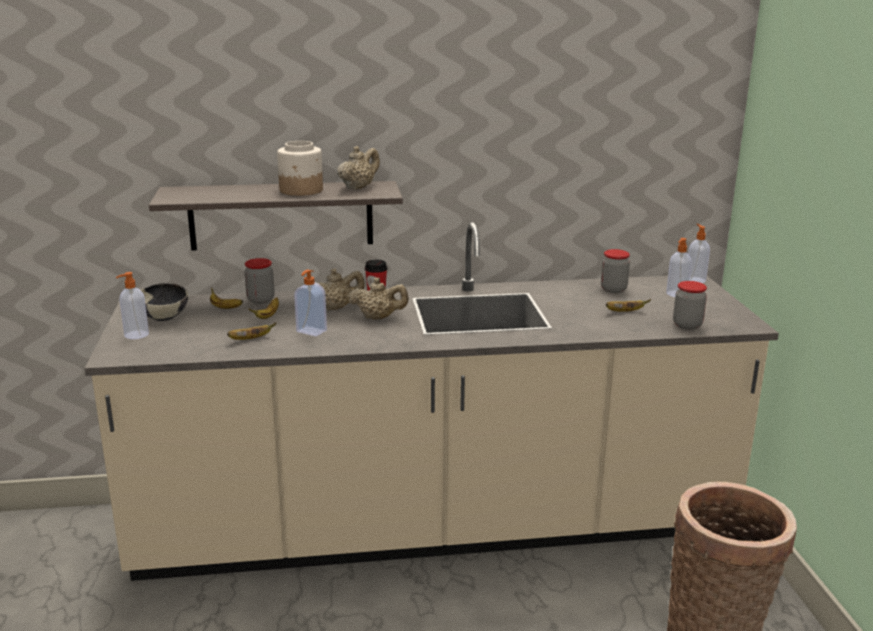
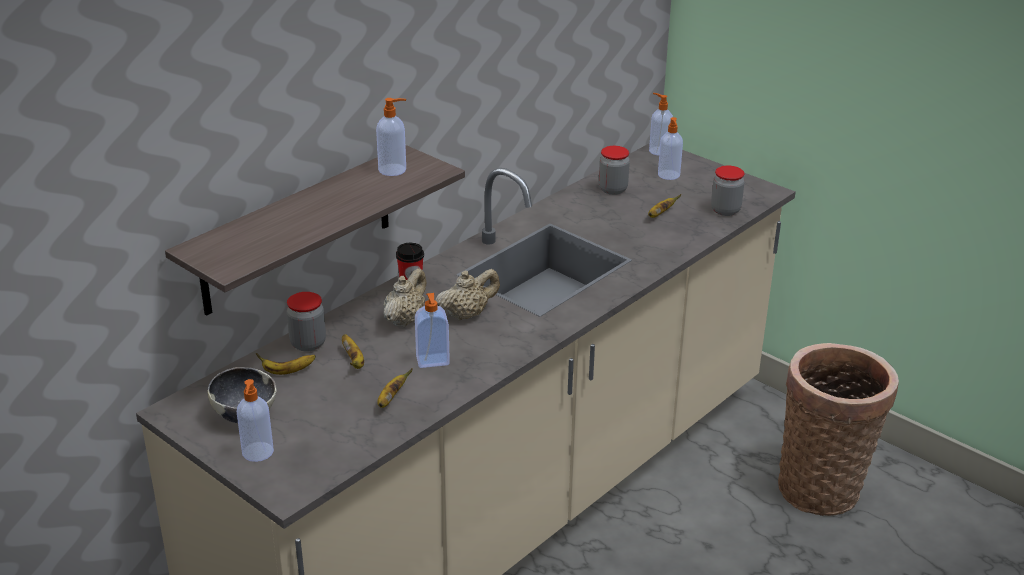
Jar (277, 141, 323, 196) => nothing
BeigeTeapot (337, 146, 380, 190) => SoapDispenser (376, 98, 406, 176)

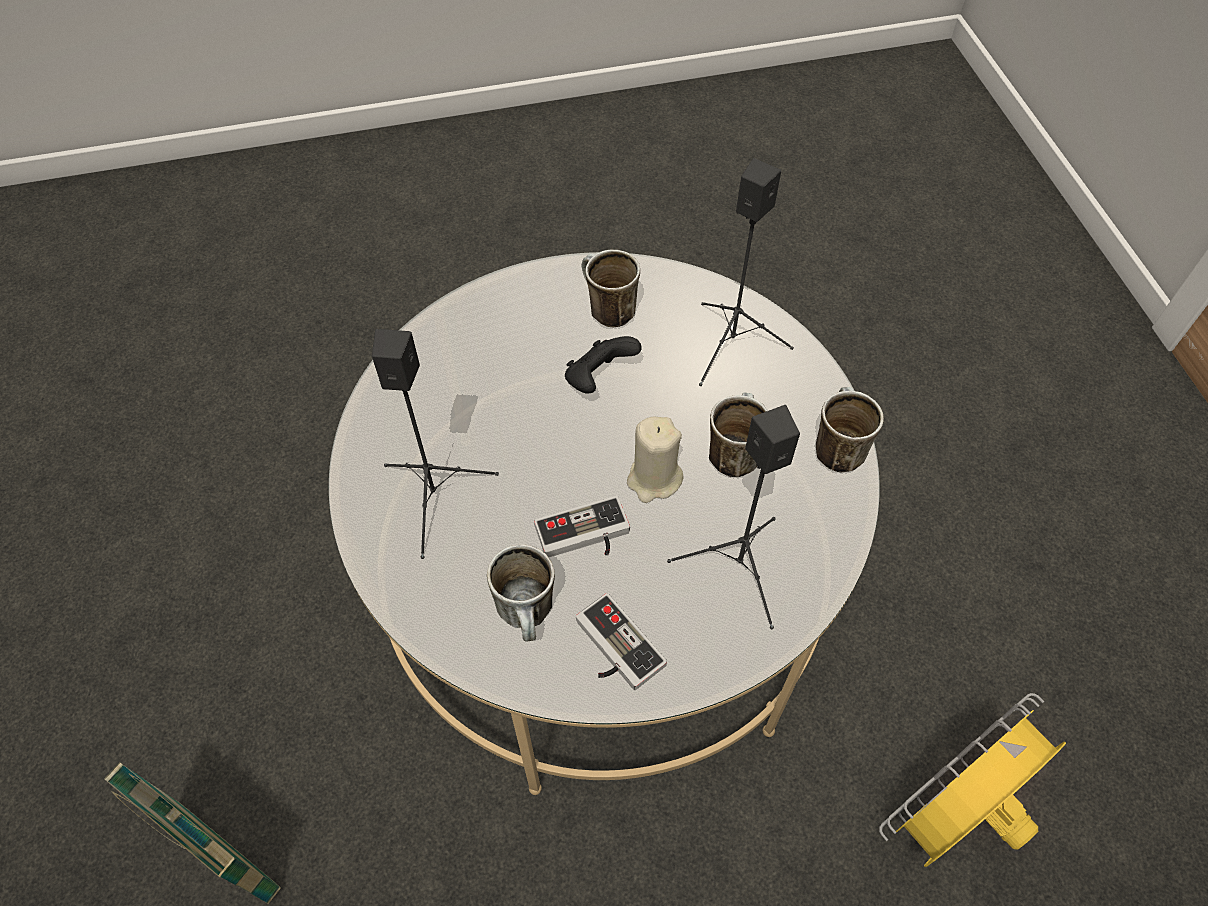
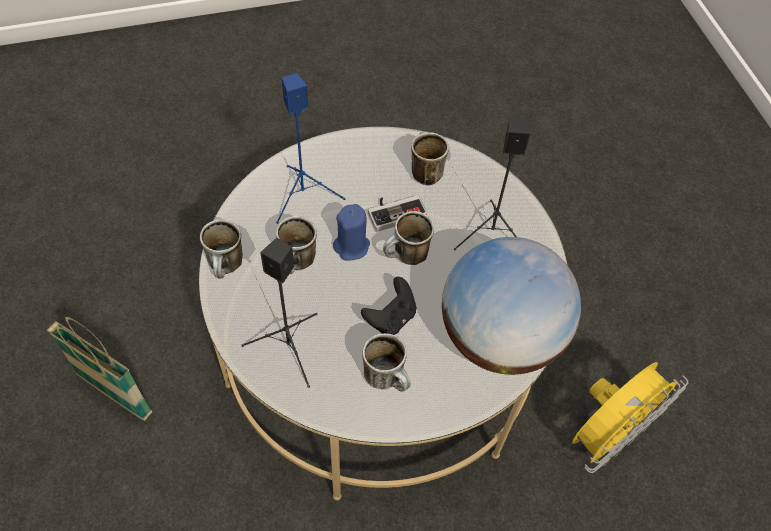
Basket (104, 762, 281, 904) => Basket (47, 317, 152, 421), shifted
GameController (576, 593, 667, 690) => nothing
BeigeCandle (627, 416, 684, 503) => BlueCandle (333, 204, 370, 261)
BlackSpeaker (667, 405, 800, 629) => BlueSpeaker (276, 73, 345, 224)
YellowFan (879, 693, 1066, 867) => YellowFan (572, 362, 688, 473), shifted
nothing => Mug (383, 211, 434, 265)
nothing => Globe (442, 237, 581, 375)

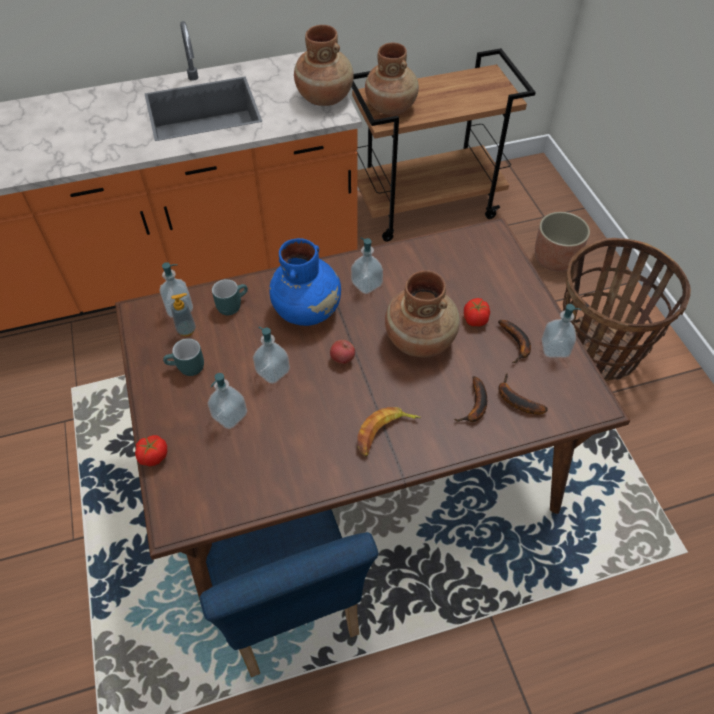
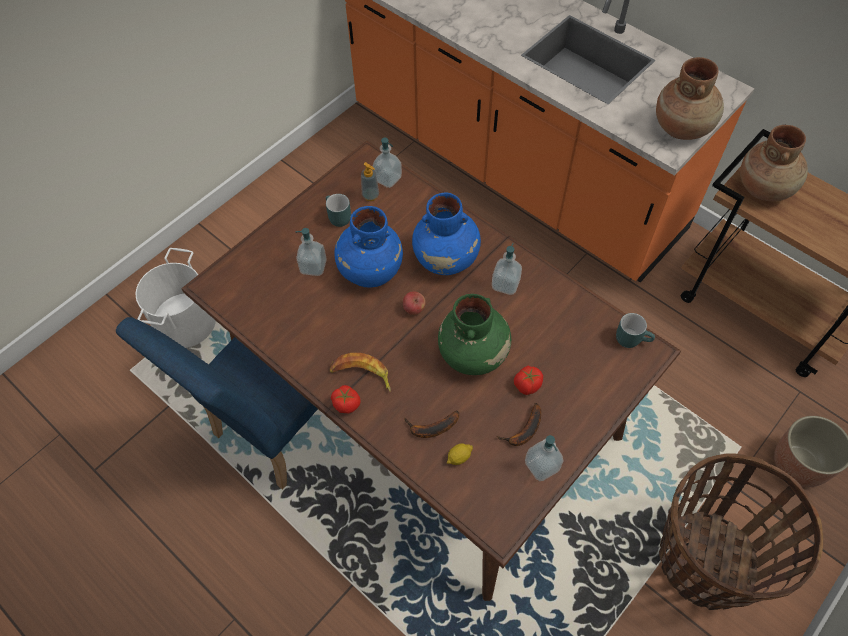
Tomato (135, 435, 167, 466) => Tomato (331, 385, 361, 413), shifted
TurquoiseMug (212, 279, 248, 315) => TurquoiseMug (616, 313, 655, 348), shifted
SoapDispenser (253, 327, 290, 384) => BlueVase (334, 206, 403, 287)
BrownVase (385, 271, 460, 358) => GreenVase (438, 294, 511, 375)
Banana (498, 374, 548, 415) => Lemon (447, 443, 473, 465)
nothing => WhiteBucket (136, 248, 216, 348)

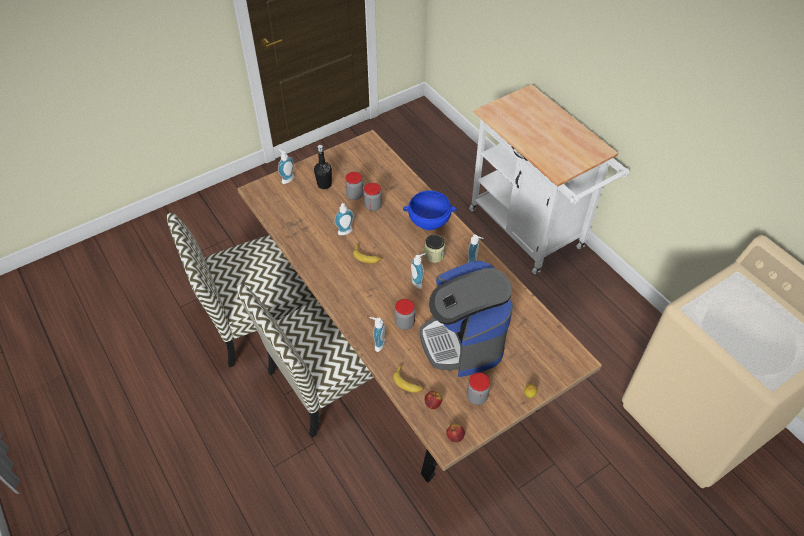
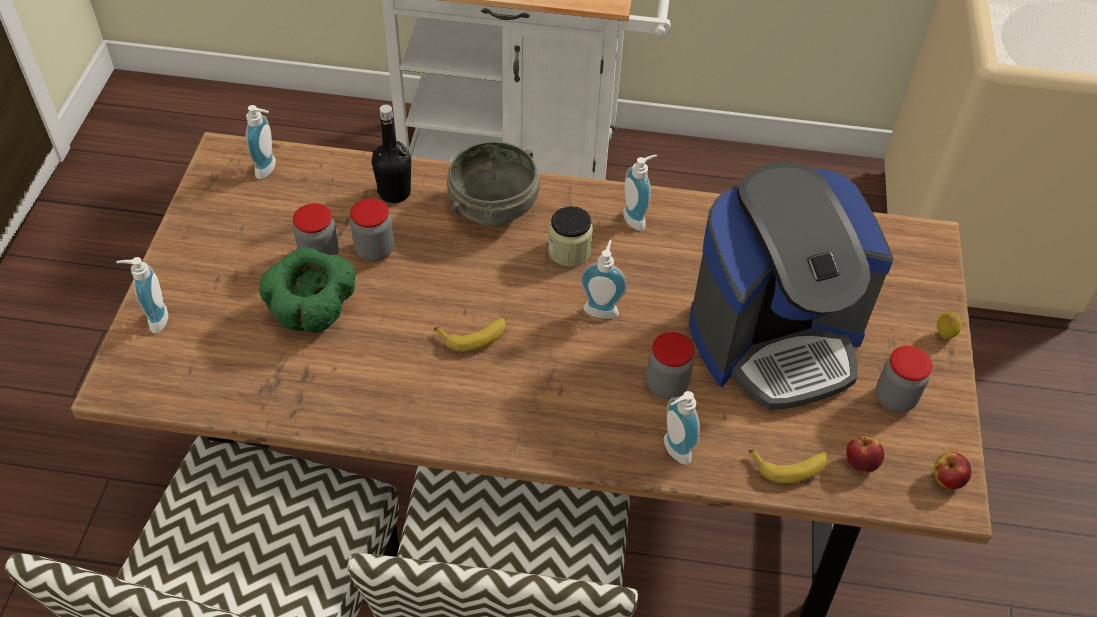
BlackBottle (314, 145, 332, 189) => BlackBottle (372, 104, 411, 203), shifted
SoapDispenser (334, 203, 354, 235) => SoapDispenser (246, 105, 276, 179), shifted
BlueBowl (403, 191, 457, 230) => GreyBowl (447, 141, 540, 226)
CoffeeMachine (420, 261, 513, 377) => CoffeeMachine (689, 162, 894, 410), 45 degrees counterclockwise
nothing => GreenBowl (259, 247, 356, 333)

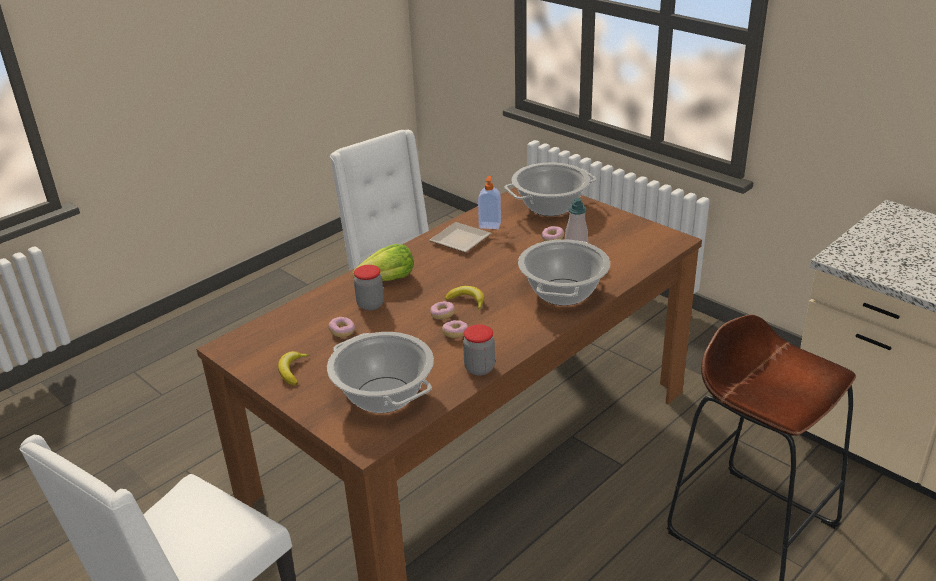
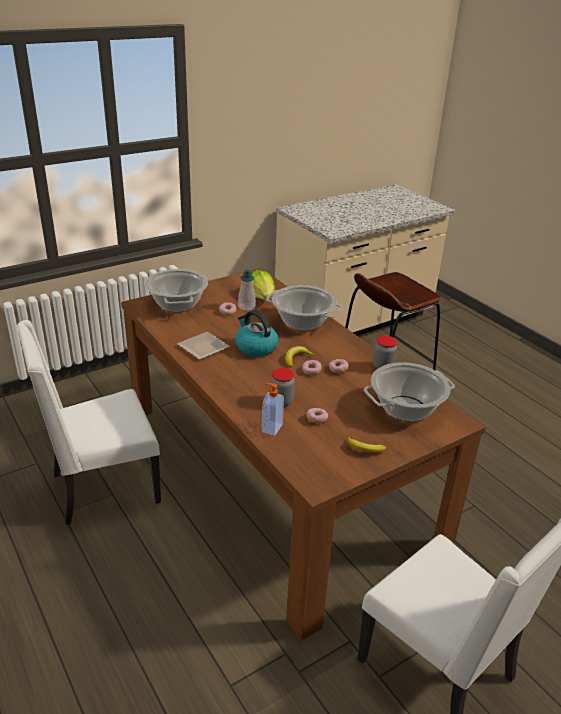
Lettuce (352, 244, 414, 281) => Lettuce (251, 270, 275, 300), shifted
SoapDispenser (478, 176, 501, 229) => SoapDispenser (262, 383, 284, 436), shifted
nothing => Kettle (235, 310, 278, 357)

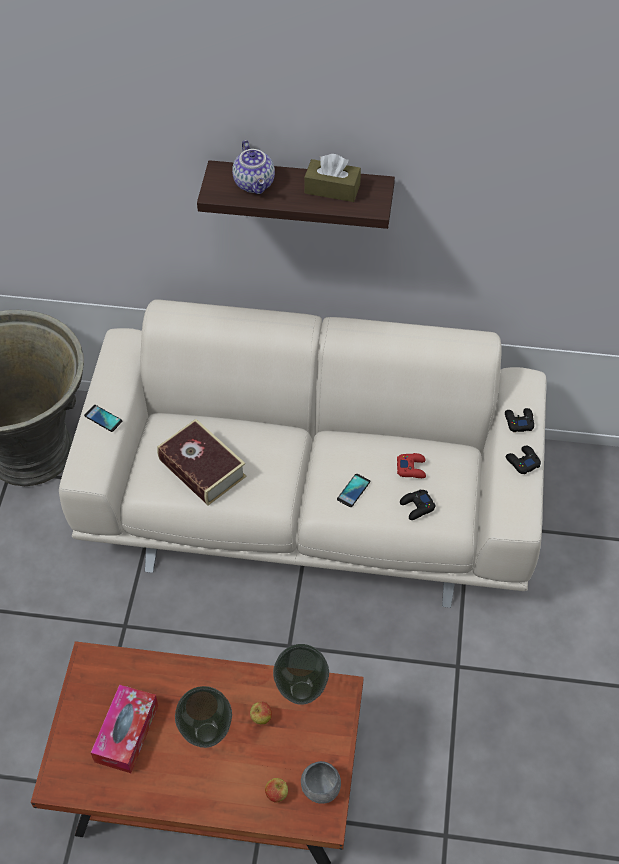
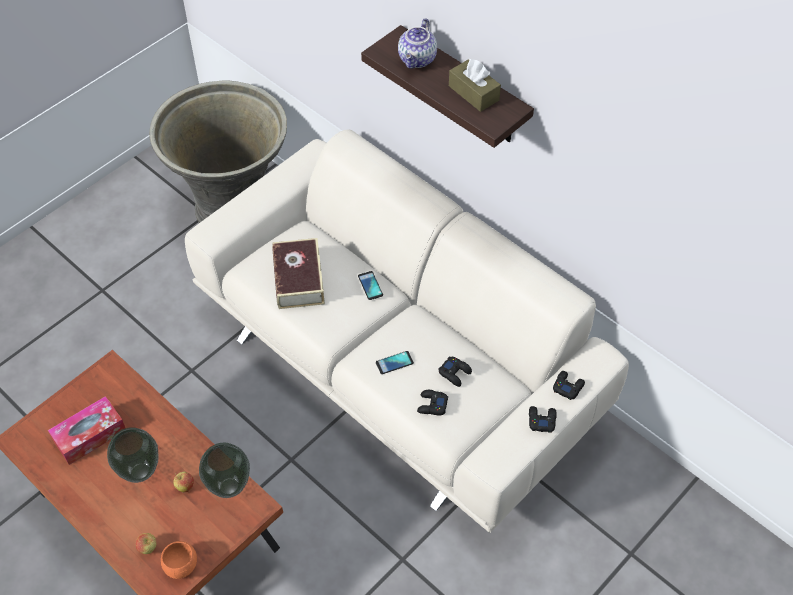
Phone (84, 405, 122, 432) => Phone (358, 271, 383, 300), shifted
GreyBowl (301, 761, 341, 804) => OrangeBowl (161, 541, 197, 579)
RedGameController (397, 453, 426, 478) => BlackGameController (439, 357, 472, 387)

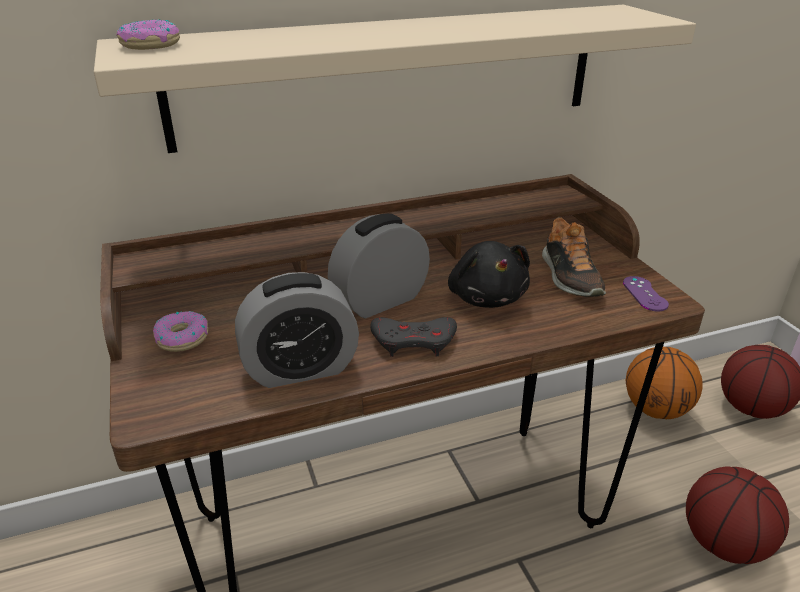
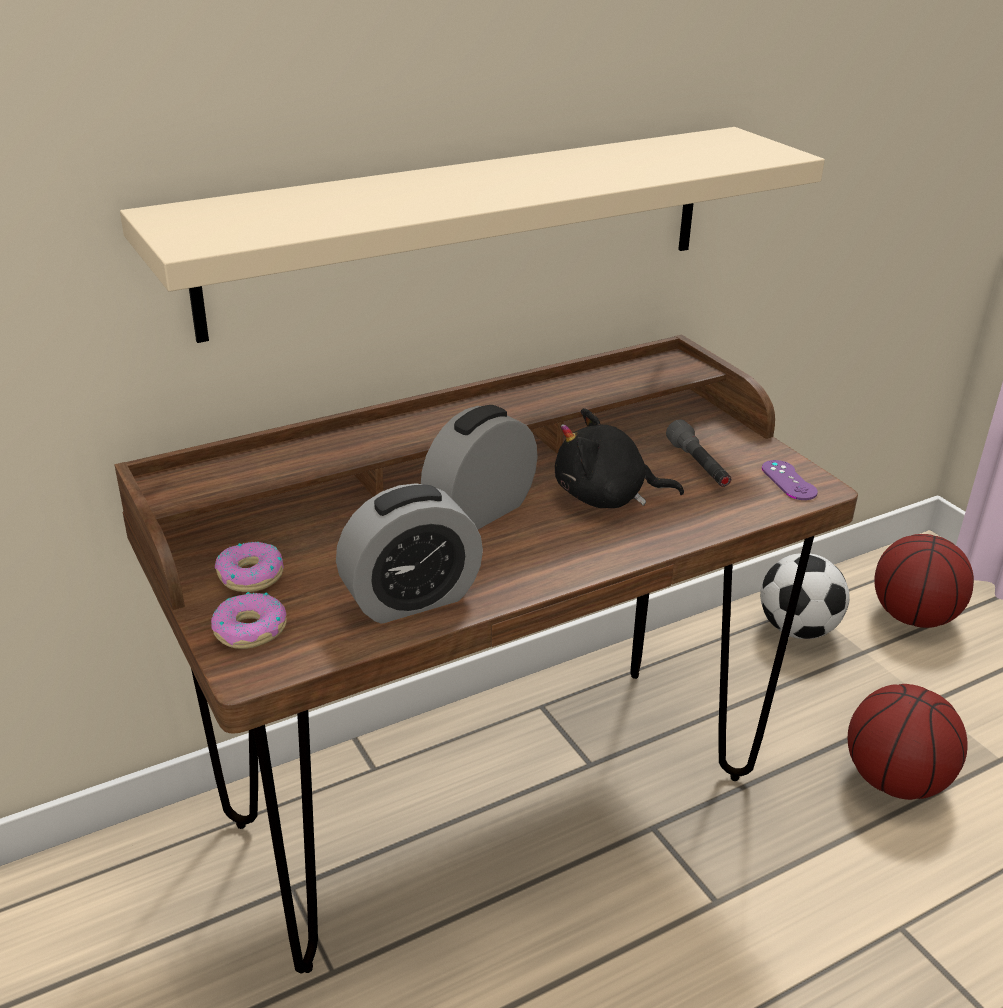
Donut (116, 19, 180, 50) => Donut (211, 592, 287, 649), shifted
GreyGameController (370, 317, 457, 357) => nothing
BlackPlushToy (448, 241, 530, 308) => BlackPlushToy (555, 408, 684, 508), 120 degrees clockwise
Shoe (542, 216, 606, 297) => GreyFlashlight (666, 420, 731, 487)
Basketball (626, 347, 702, 419) => Football (760, 553, 850, 639)

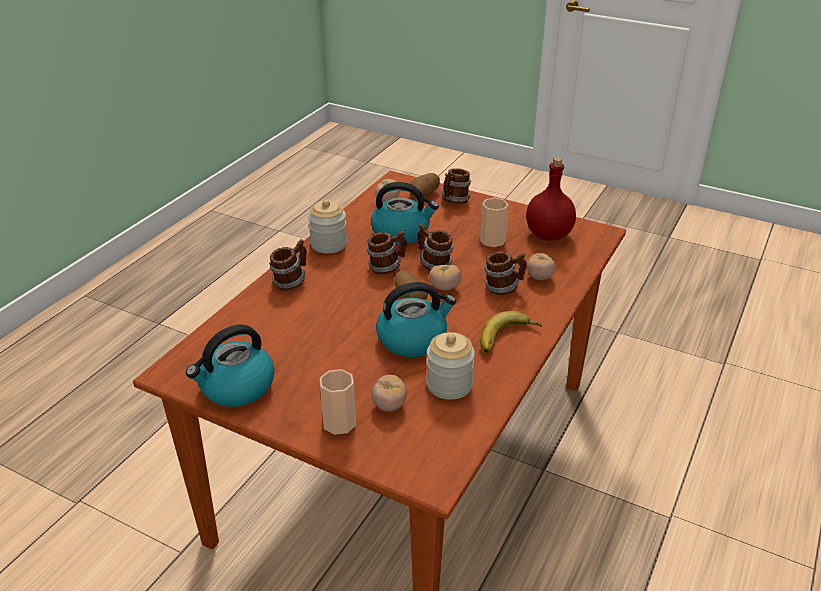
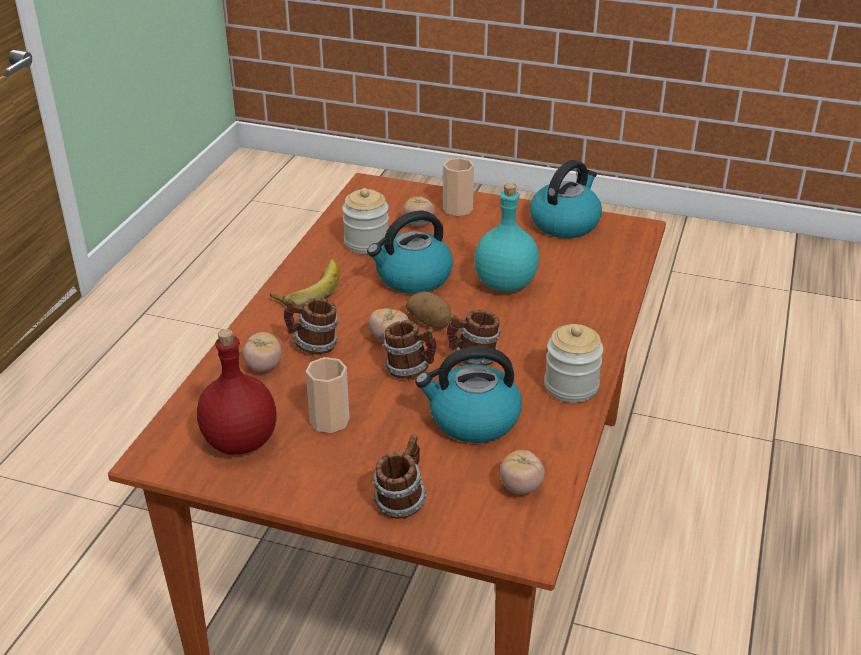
Mug (269, 239, 307, 290) => nothing
Potato (409, 173, 440, 197) => nothing
nothing => TurquoiseBottle (474, 183, 539, 292)

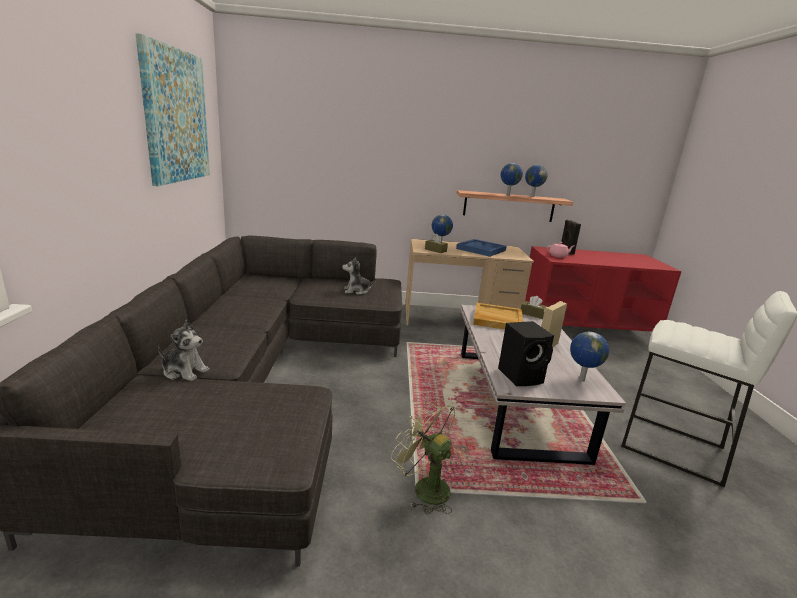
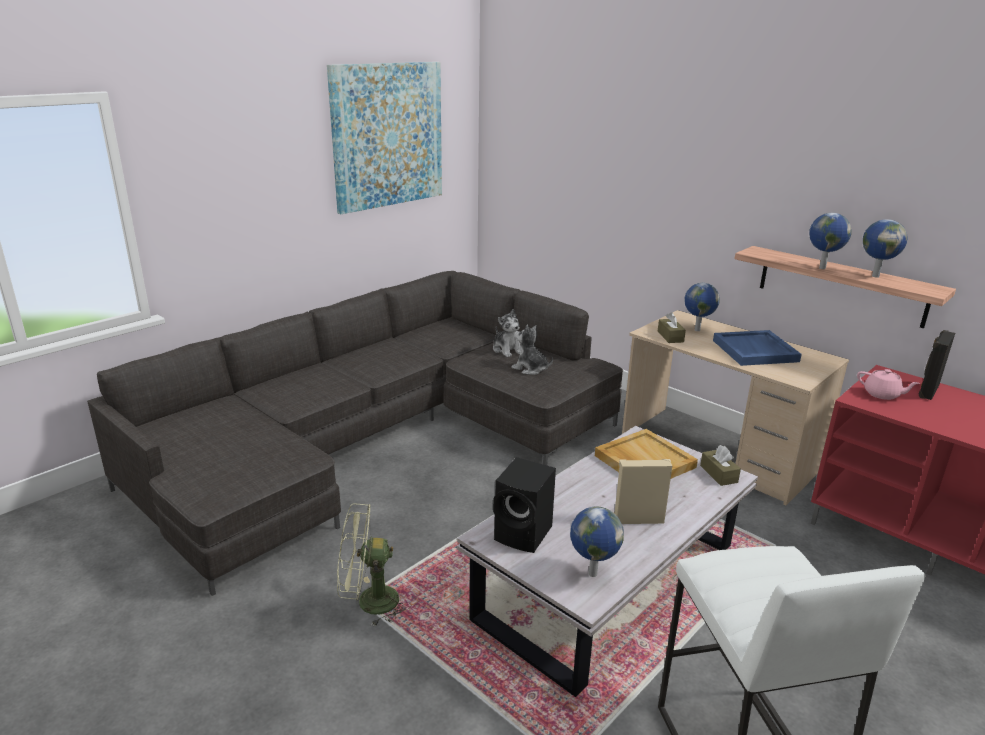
PlushToy (158, 320, 209, 381) => PlushToy (493, 309, 521, 357), shifted
GreenFan (391, 398, 455, 514) => GreenFan (337, 504, 411, 627), 90 degrees counterclockwise

